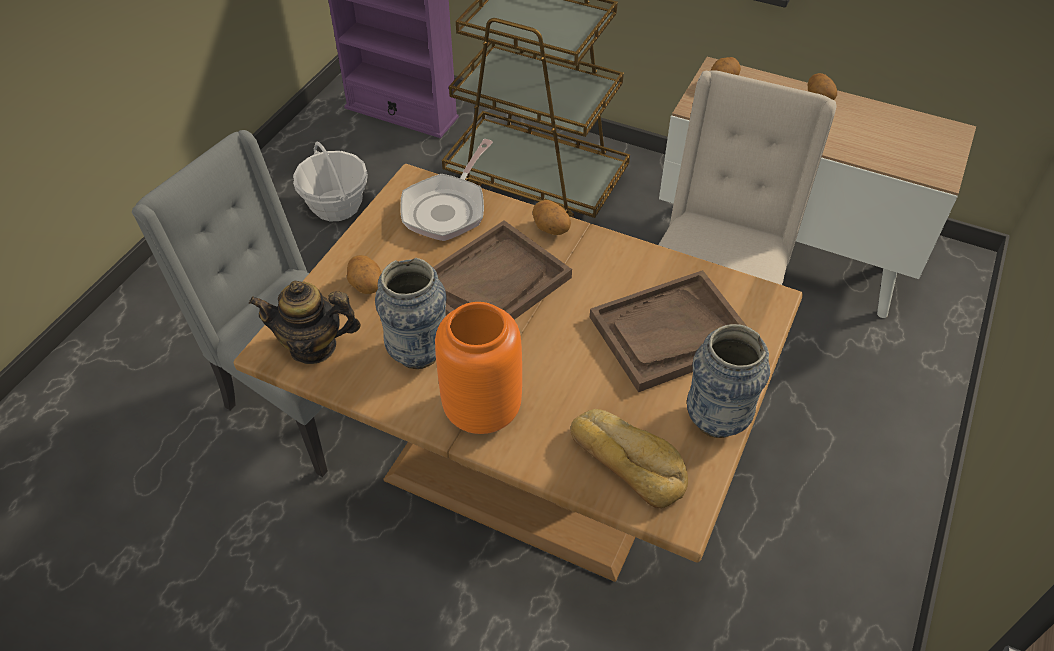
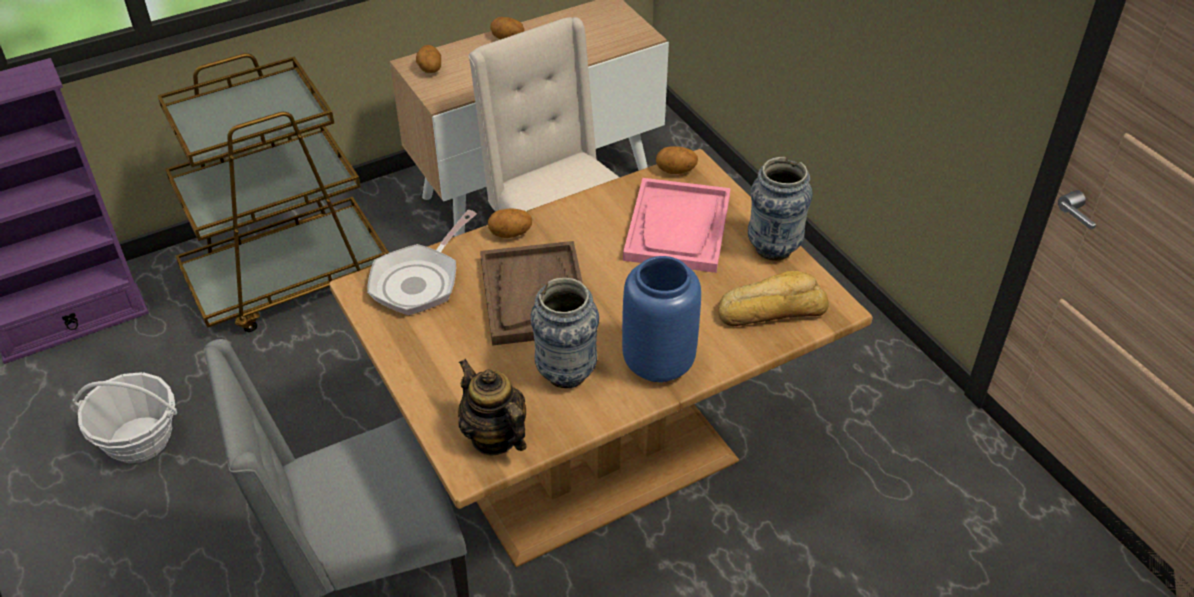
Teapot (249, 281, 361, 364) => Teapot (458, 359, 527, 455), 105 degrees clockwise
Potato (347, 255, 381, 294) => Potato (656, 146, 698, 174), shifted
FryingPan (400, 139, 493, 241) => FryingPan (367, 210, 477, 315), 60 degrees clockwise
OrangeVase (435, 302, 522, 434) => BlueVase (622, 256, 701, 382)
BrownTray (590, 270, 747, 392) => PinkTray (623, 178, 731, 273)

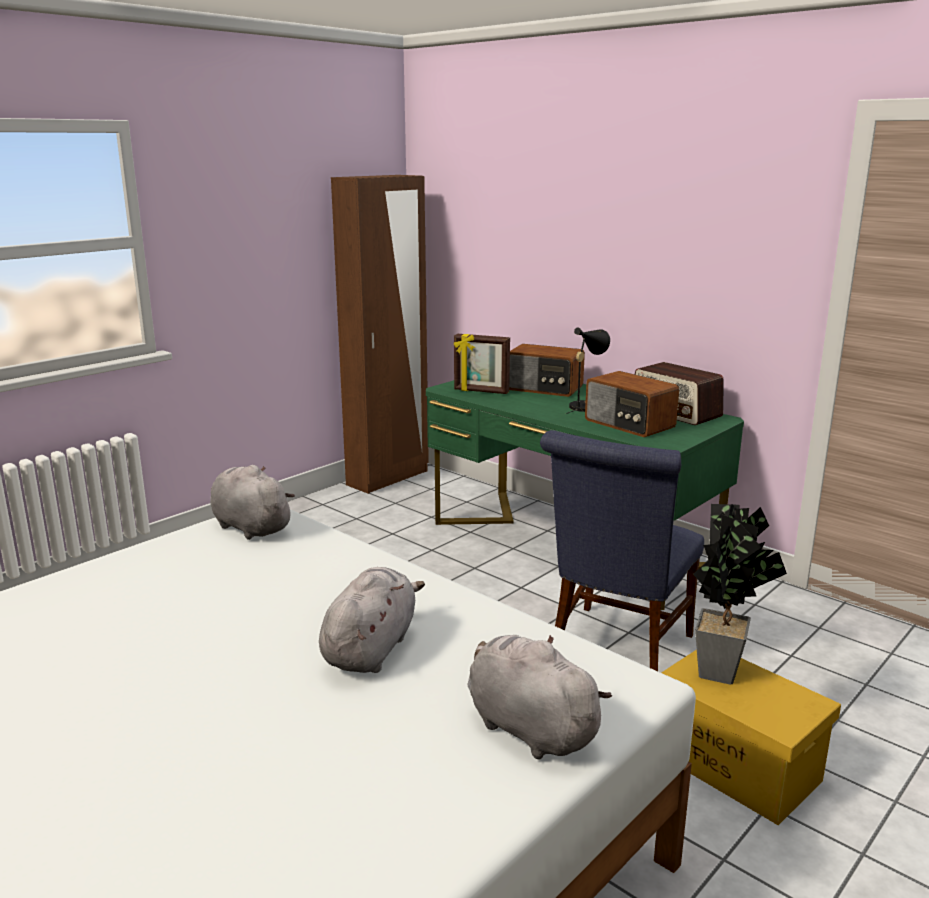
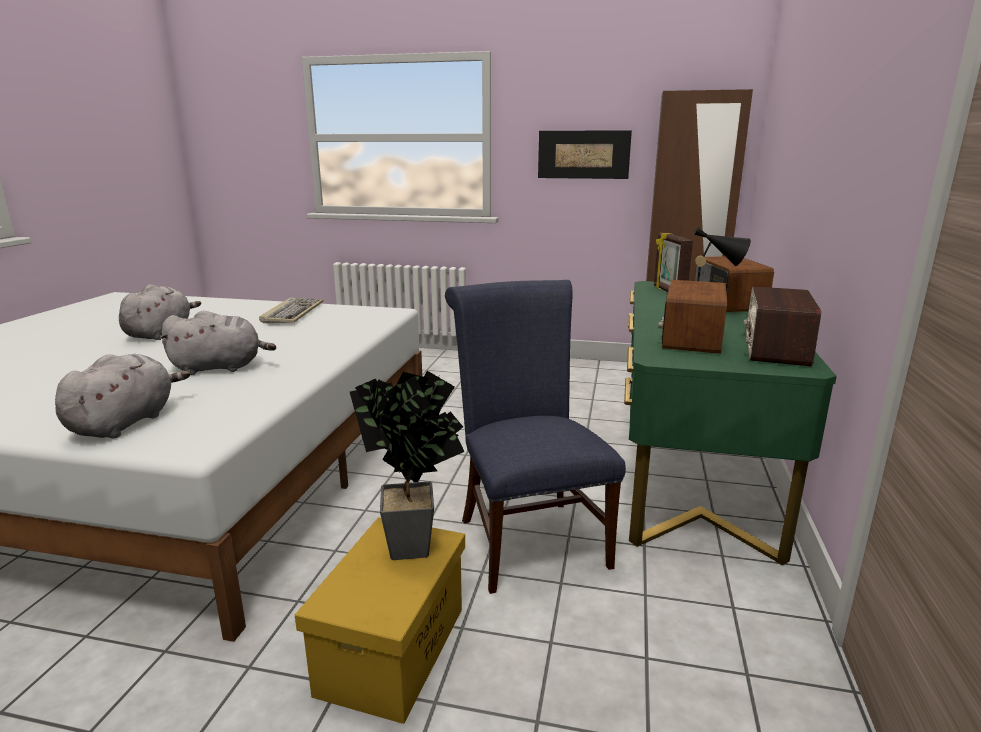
GreyPlushToy (210, 465, 295, 540) => GreyPlushToy (119, 284, 201, 340), shifted
BlueChair (540, 430, 704, 671) => BlueChair (445, 280, 626, 594), 75 degrees clockwise
nothing => Keyboard (259, 297, 323, 323)
nothing => Picture (538, 130, 632, 179)

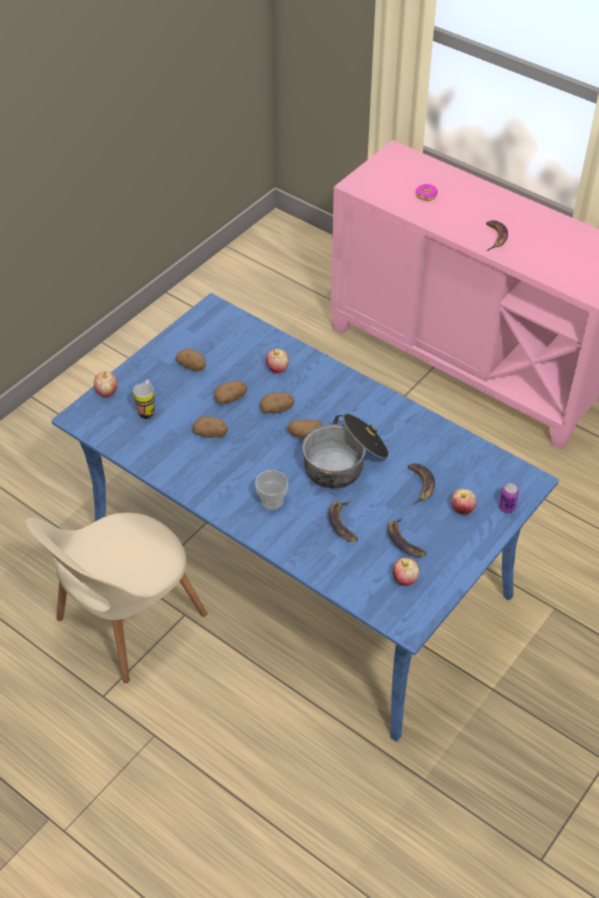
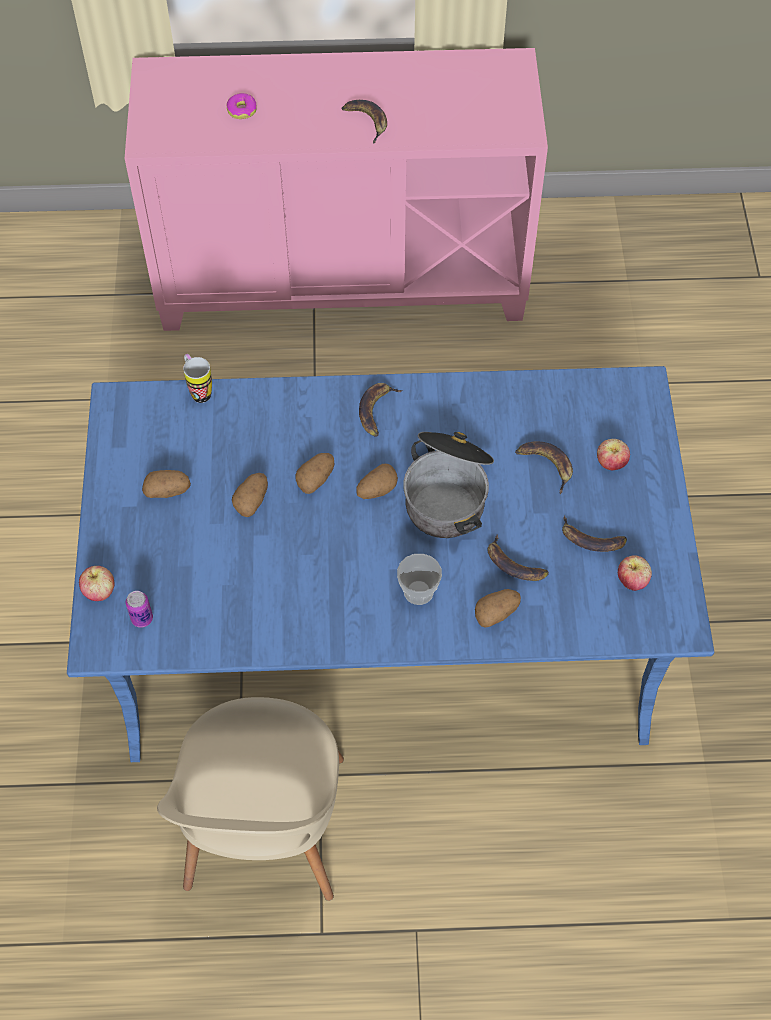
Mug (133, 380, 155, 419) => Mug (183, 354, 212, 403), shifted
Potato (193, 417, 228, 438) => Potato (475, 589, 521, 627), shifted
Apple (266, 349, 289, 373) => nothing
Can (499, 483, 519, 513) => Can (125, 591, 153, 628), shifted
nothing => Banana (359, 383, 403, 437)

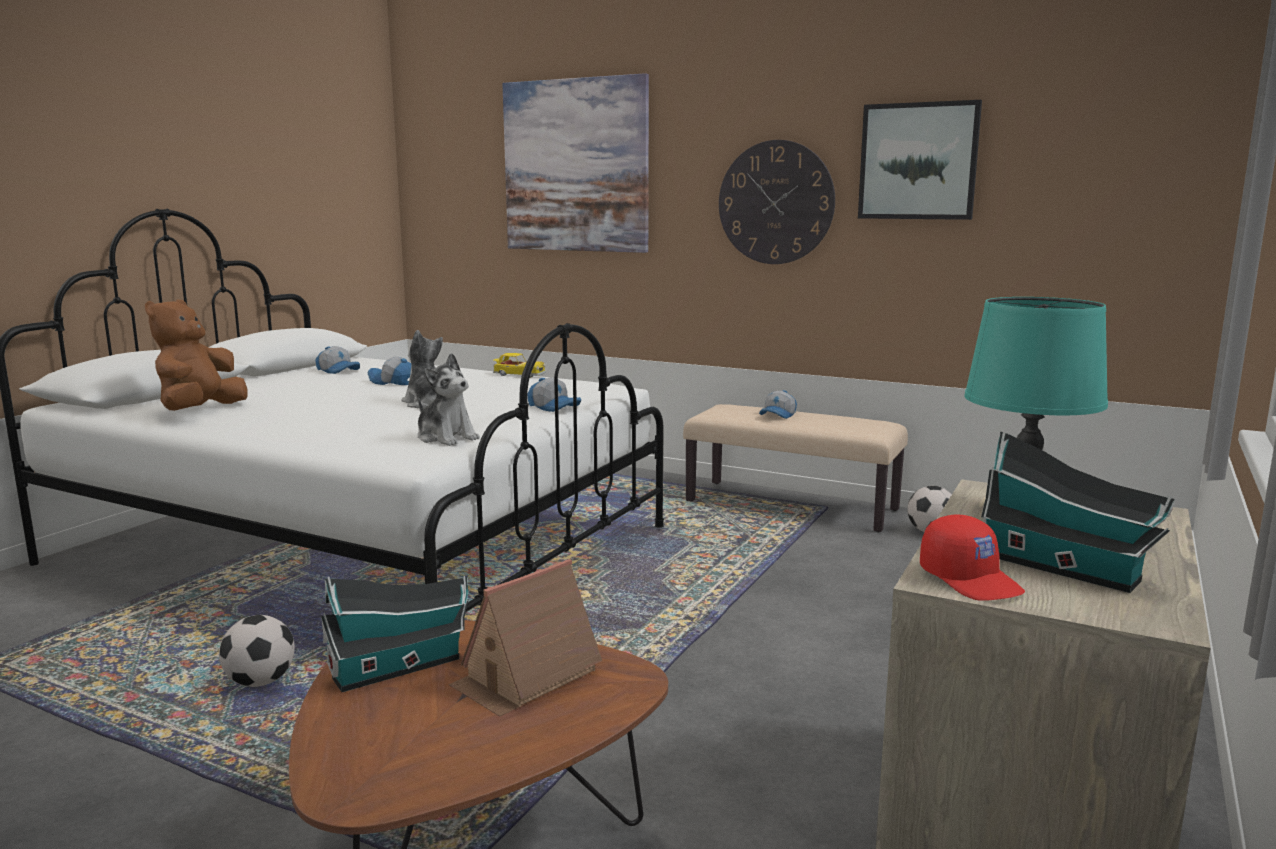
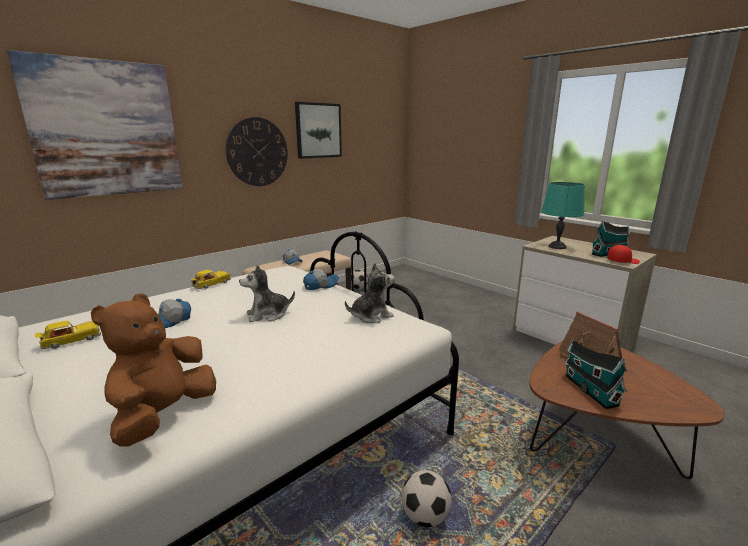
BrownPlushToy (145, 299, 248, 411) => BrownPlushToy (91, 293, 216, 447), 75 degrees clockwise
Cap (315, 346, 360, 374) => ToyCar (35, 321, 101, 350)

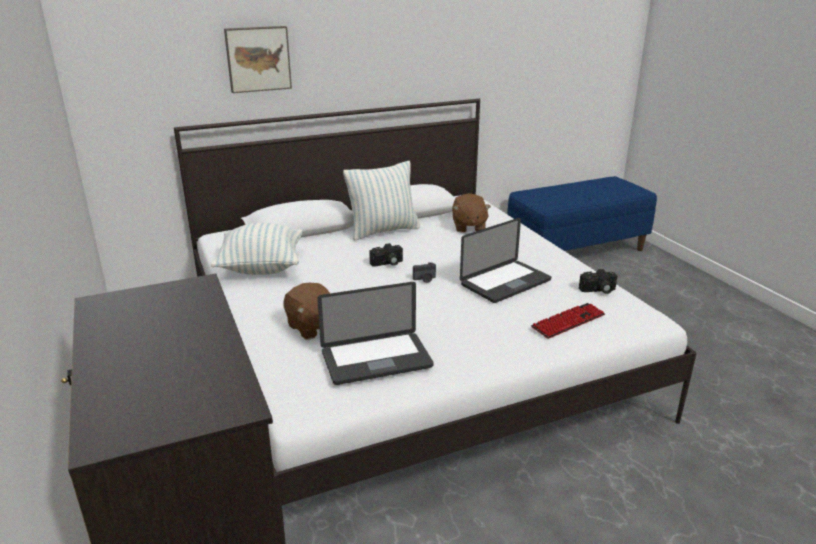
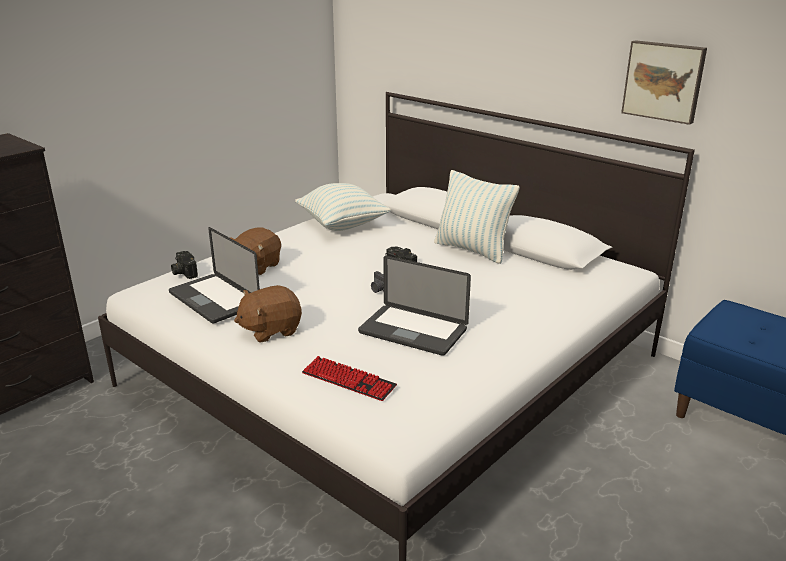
Picture (224, 26, 292, 93) => Picture (621, 40, 707, 125), shifted
BrownPlushToy (452, 193, 491, 232) => BrownPlushToy (234, 285, 302, 343), shifted
PhotoCamera (579, 269, 617, 294) => PhotoCamera (171, 251, 198, 279), shifted

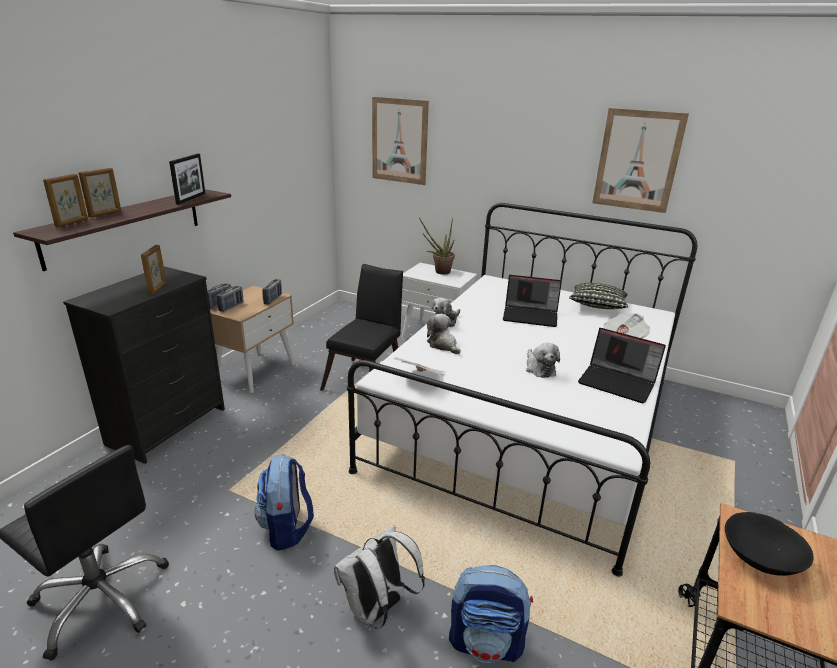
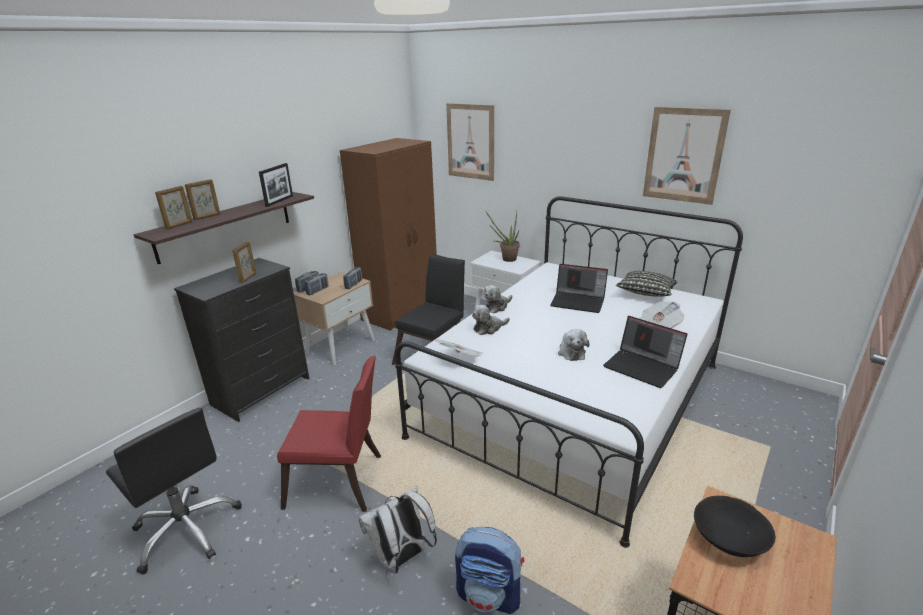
Backpack (255, 454, 314, 551) => RedChair (277, 356, 381, 512)
PlushToy (427, 314, 461, 354) => PlushToy (472, 305, 510, 335), 90 degrees counterclockwise
nothing => BrownWardrobe (340, 138, 437, 331)

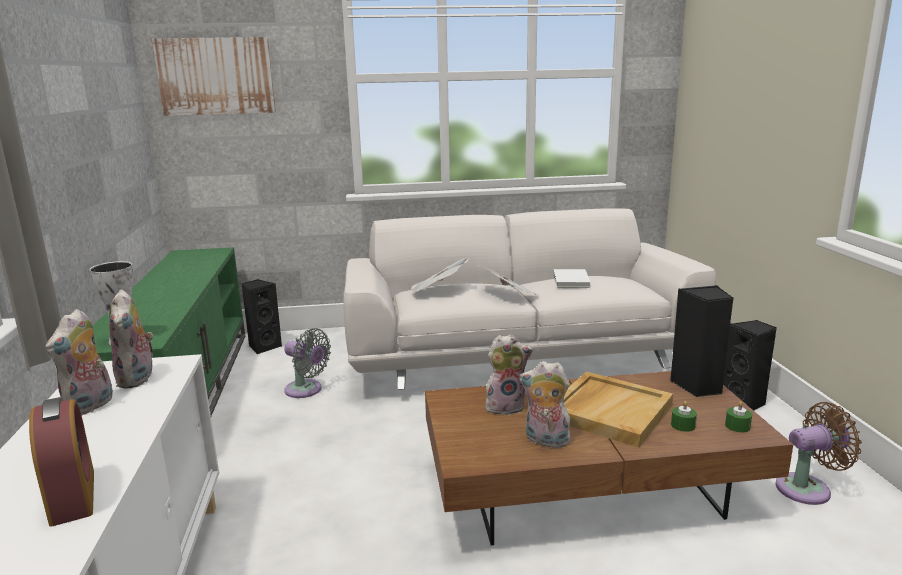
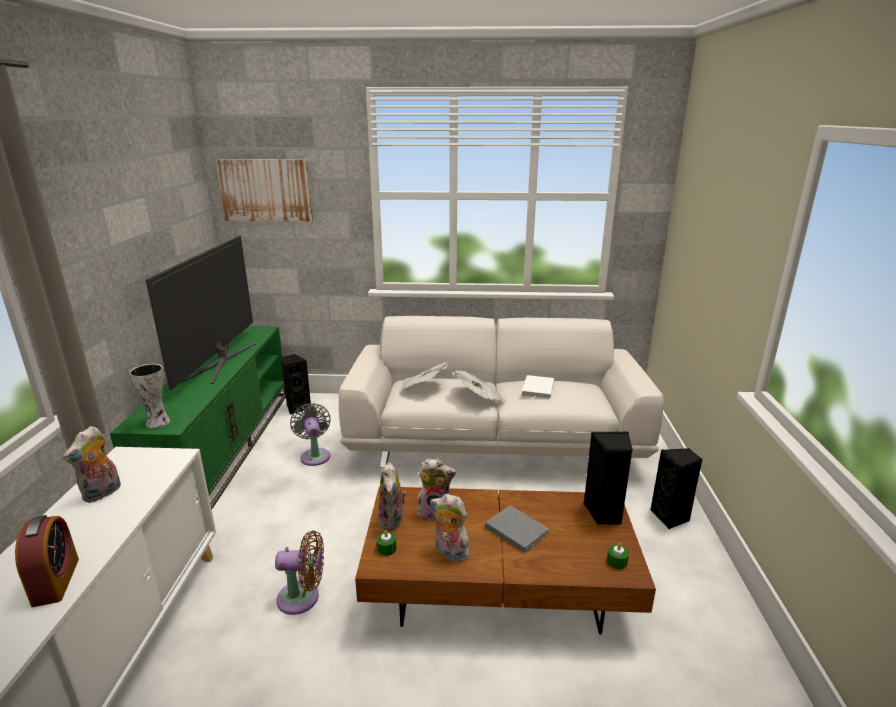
PlushToy (109, 289, 156, 389) => PlushToy (378, 462, 407, 531), shifted
GreyFan (284, 328, 331, 398) => GreyFan (290, 403, 330, 466), 150 degrees counterclockwise
BeigeTray (564, 372, 673, 447) => GreyBook (485, 505, 549, 553)
GreenCandle (671, 401, 697, 432) => GreenCandle (377, 530, 397, 556), shifted
BrownFan (776, 402, 862, 505) => BrownFan (275, 531, 324, 615), shifted
nothing => Television (145, 235, 256, 390)

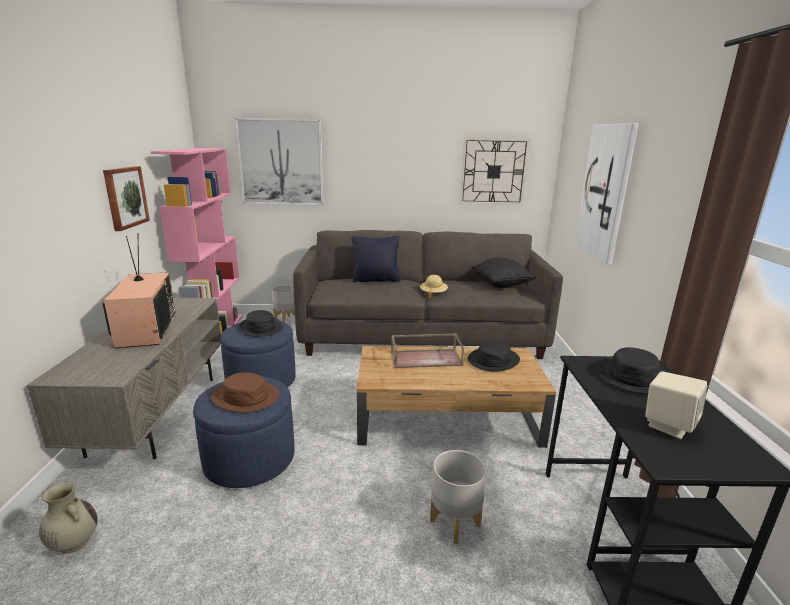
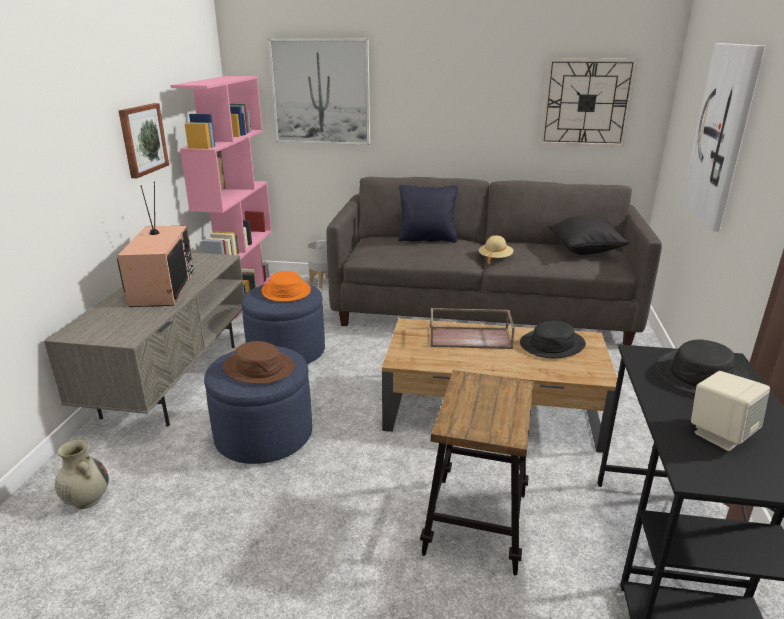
BlackHat (238, 310, 283, 337) => OrangeHat (262, 271, 311, 302)
GreyPlanter (430, 450, 487, 544) => Stool (420, 370, 534, 576)

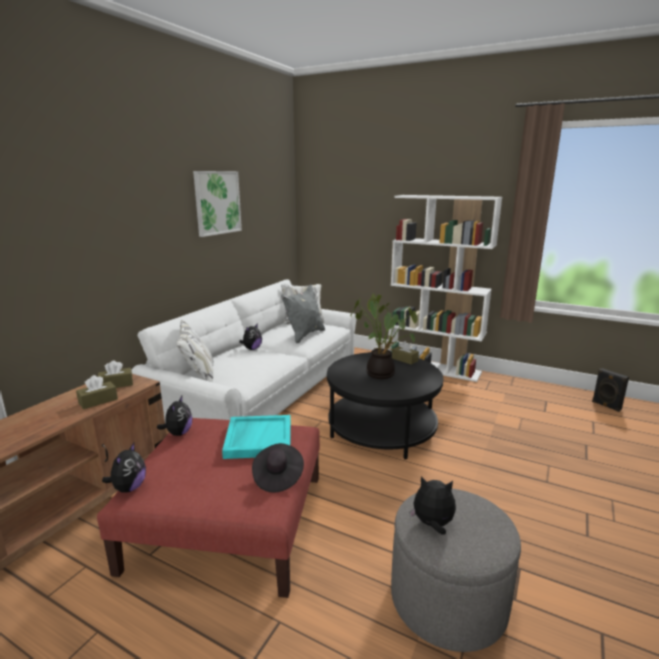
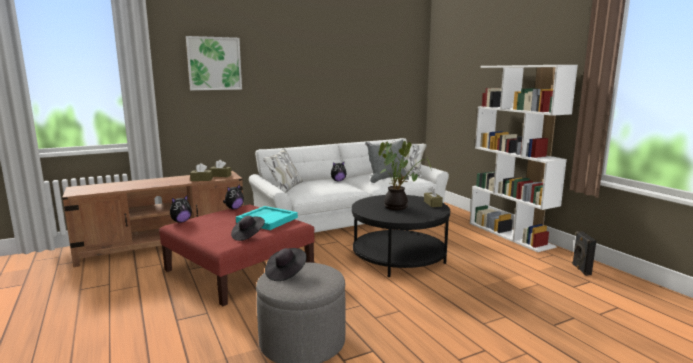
Picture (193, 171, 242, 237) => Picture (186, 36, 242, 90), shifted
PlushToy (409, 477, 456, 534) => BlackHat (265, 248, 307, 281)
BlackSpeaker (592, 368, 629, 412) => BlackSpeaker (572, 231, 596, 276), shifted

